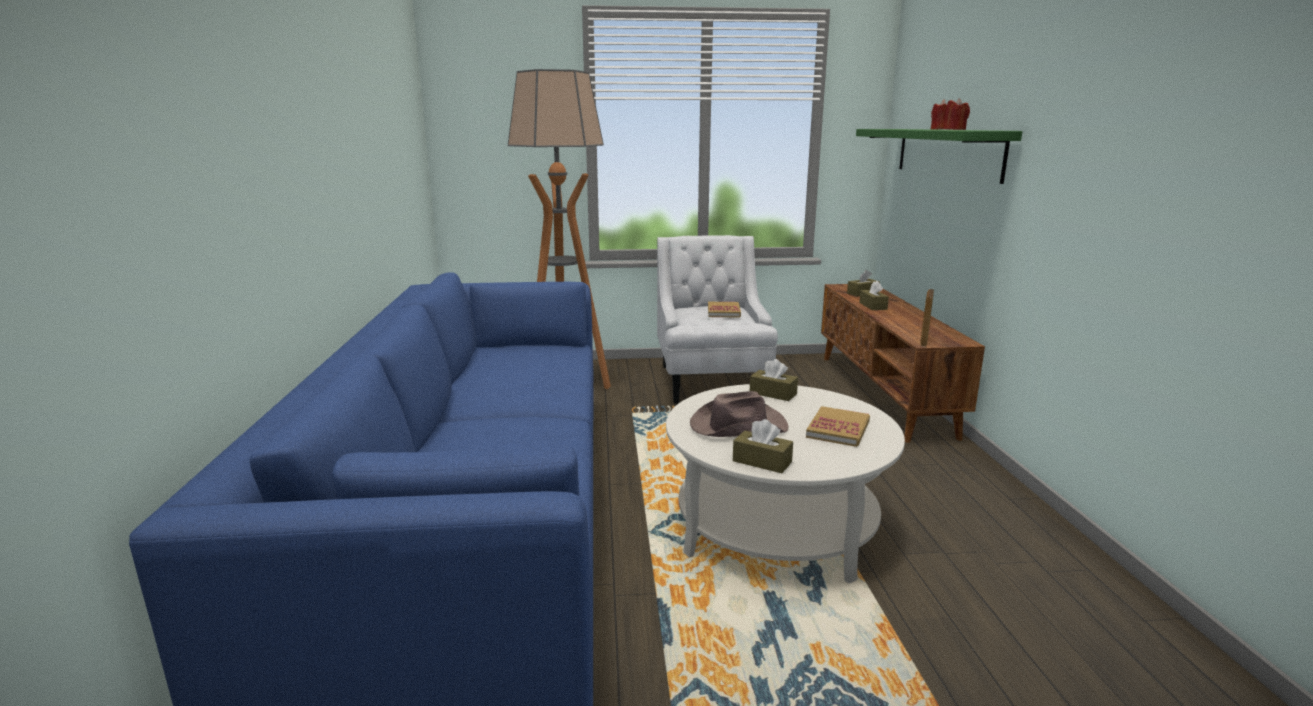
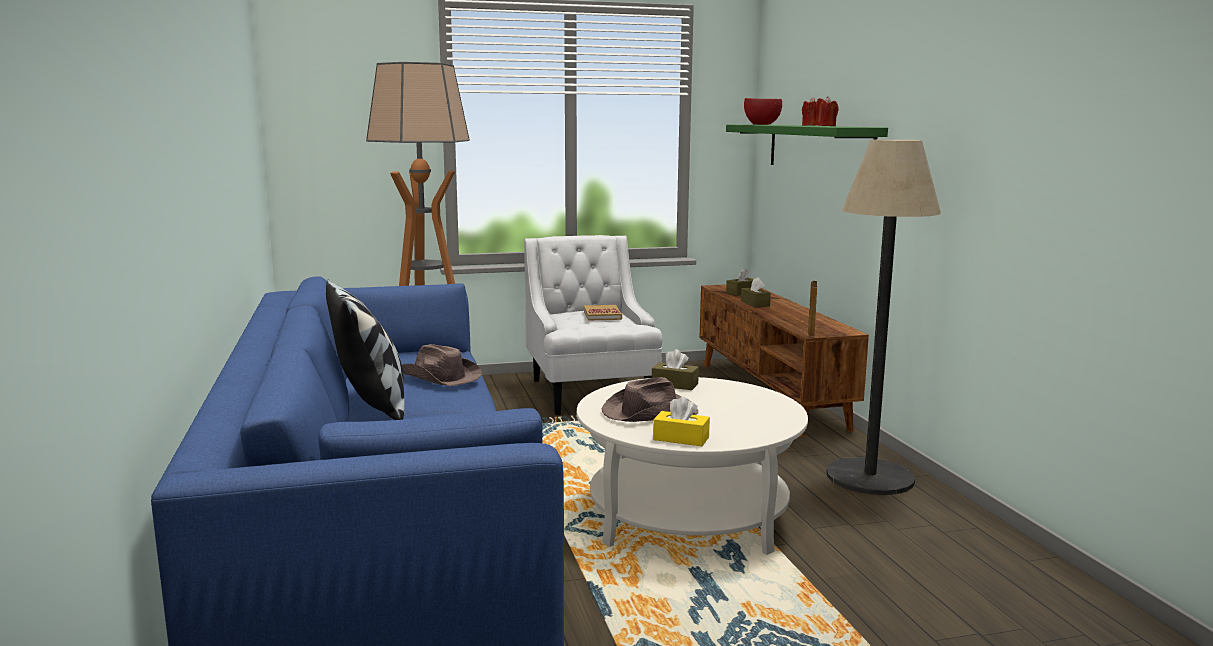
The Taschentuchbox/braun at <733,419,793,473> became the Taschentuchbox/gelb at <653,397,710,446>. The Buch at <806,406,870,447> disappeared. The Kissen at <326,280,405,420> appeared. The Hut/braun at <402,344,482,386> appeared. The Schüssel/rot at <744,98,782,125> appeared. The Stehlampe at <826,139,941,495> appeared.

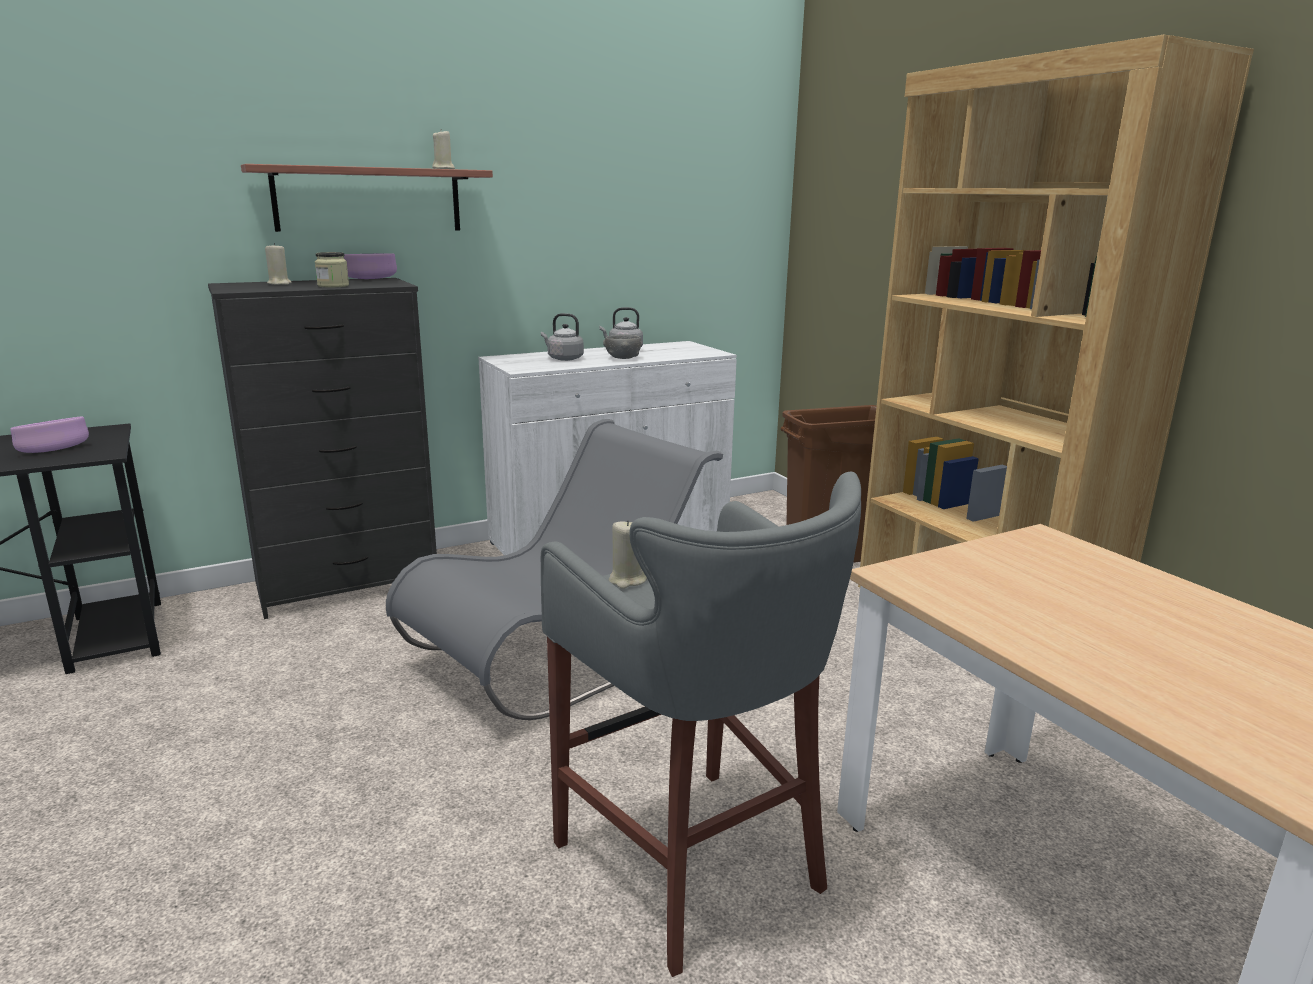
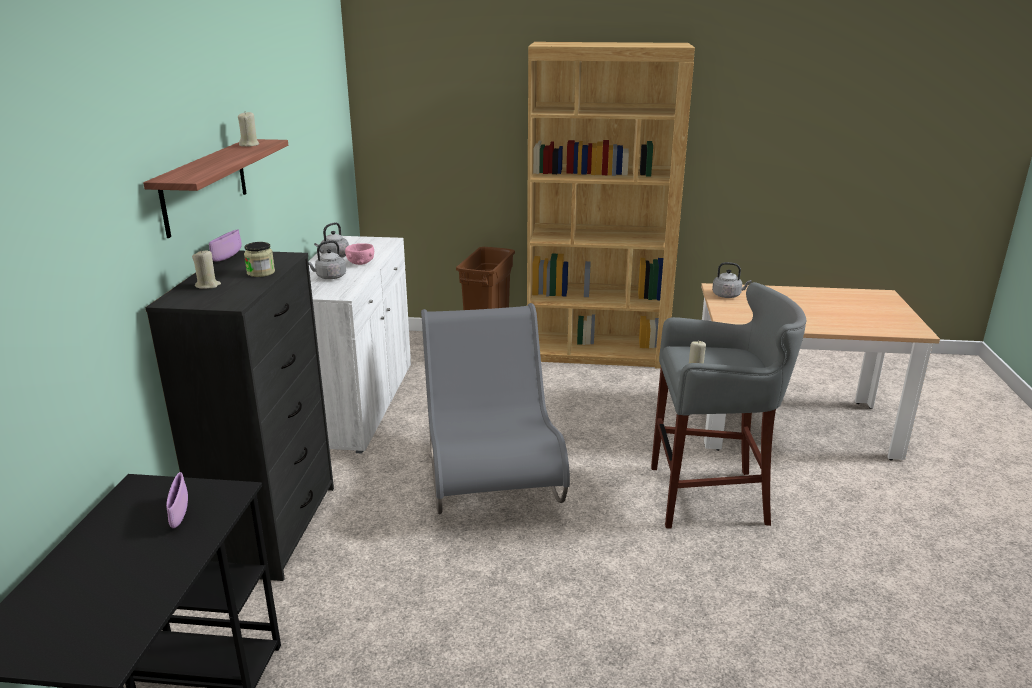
The Schüssel/grau at <603,335,642,359> became the Schüssel/rosa at <345,243,374,265>. The Wasserkessel/grau at <712,262,752,298> appeared.

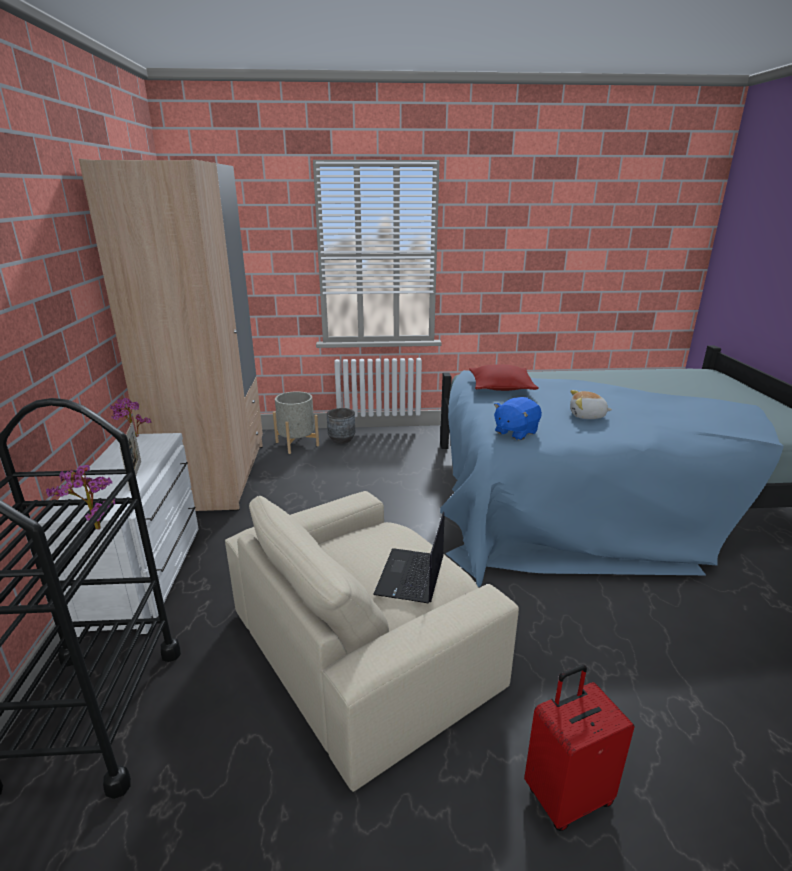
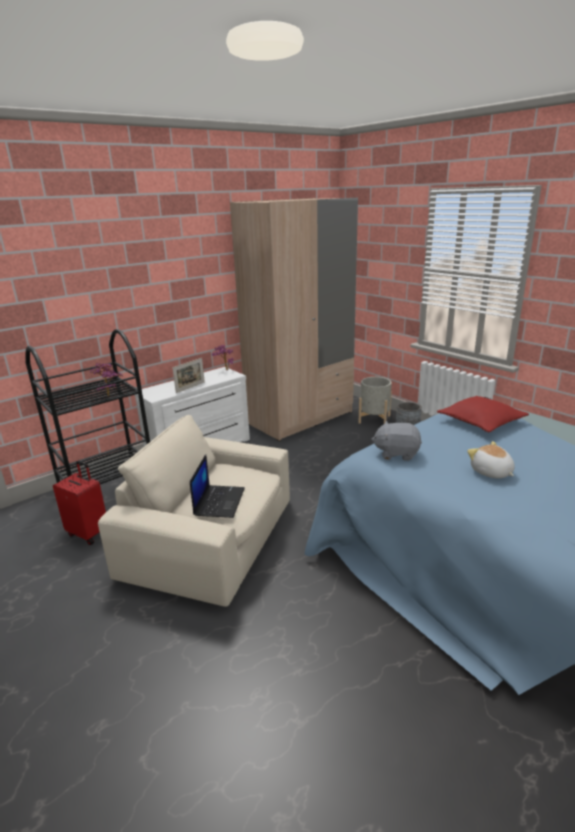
The Laptop at <373,512,444,604> turned 120 degrees clockwise. The Plüschtier/blau at <494,397,542,440> became the Plüschtier/grau at <371,421,422,461>. The Koffer/rot moved from <524,664,634,831> to <53,461,106,545>.

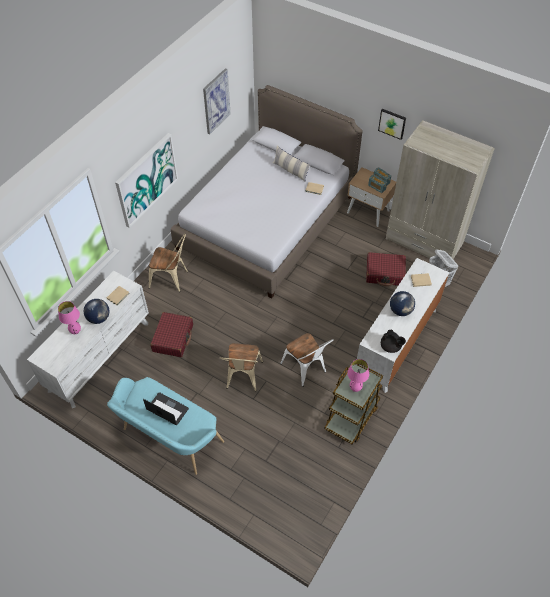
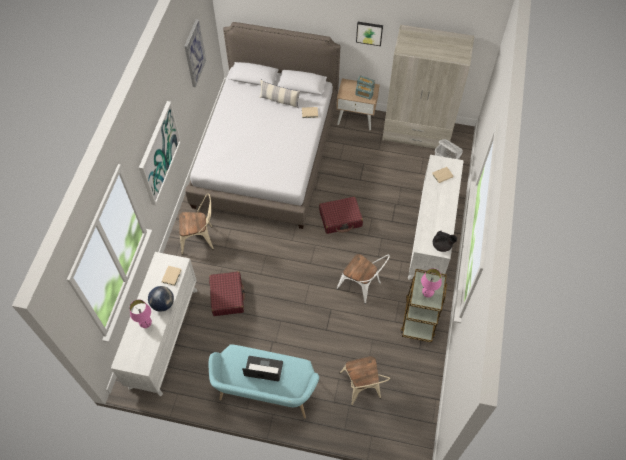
The Stuhl/beige moved from <220,343,263,391> to <340,356,390,405>. The Koffer/rot moved from <366,252,406,286> to <319,197,363,234>. The Globus at <390,291,415,316> disappeared.

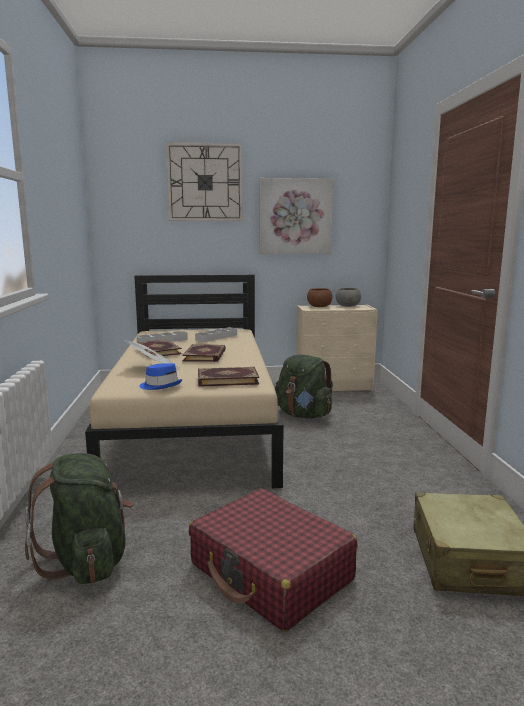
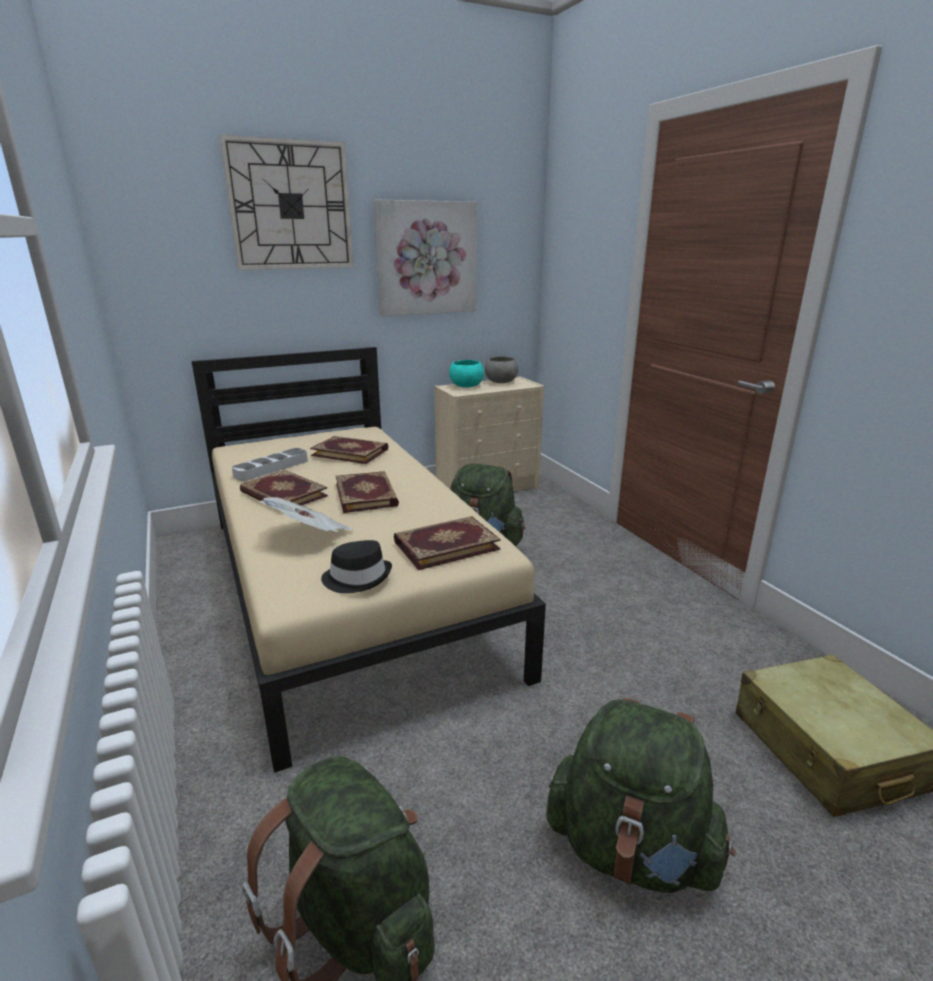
The Hut/blau at <140,363,182,390> became the Hut/schwarz at <321,540,392,593>. The Koffer/rot at <189,488,357,632> was replaced by the Rucksack/grün at <546,698,735,893>. The Tablett/grau at <195,327,237,342> was replaced by the Buch at <310,436,388,464>. The Schüssel/braun at <307,288,332,307> became the Schüssel/türkis at <449,360,484,388>.

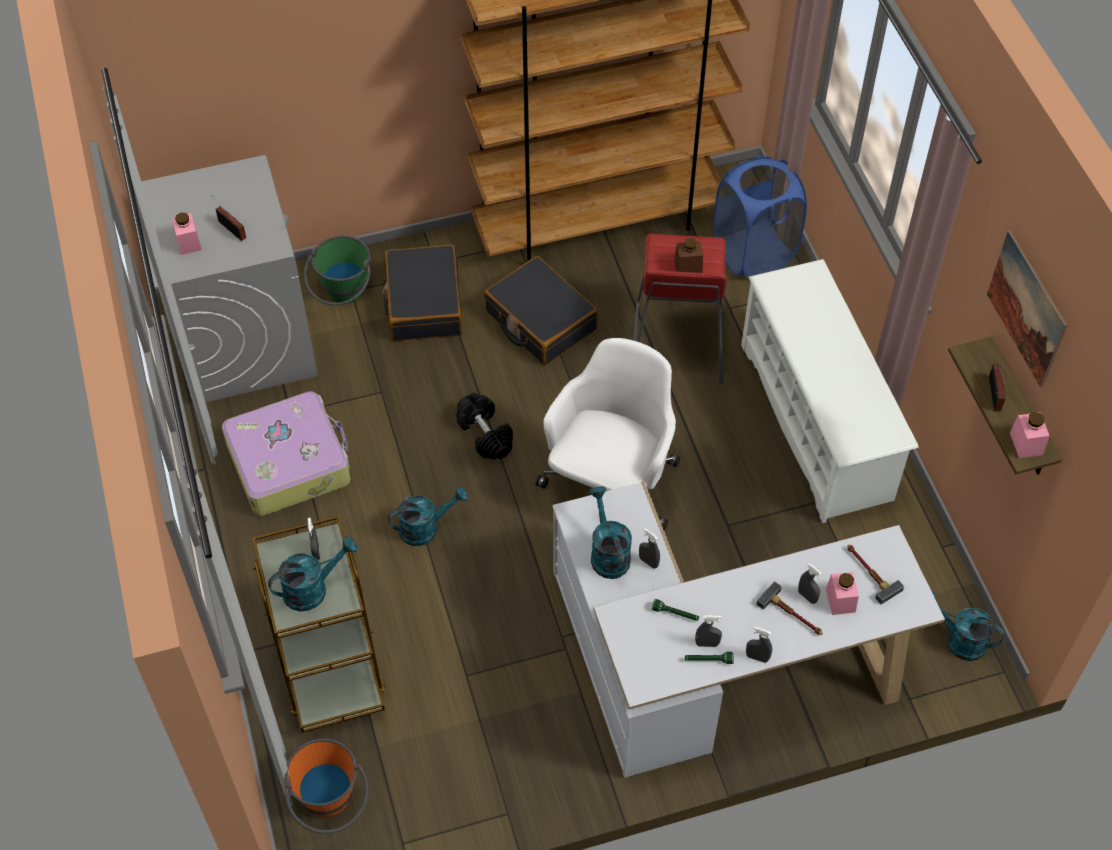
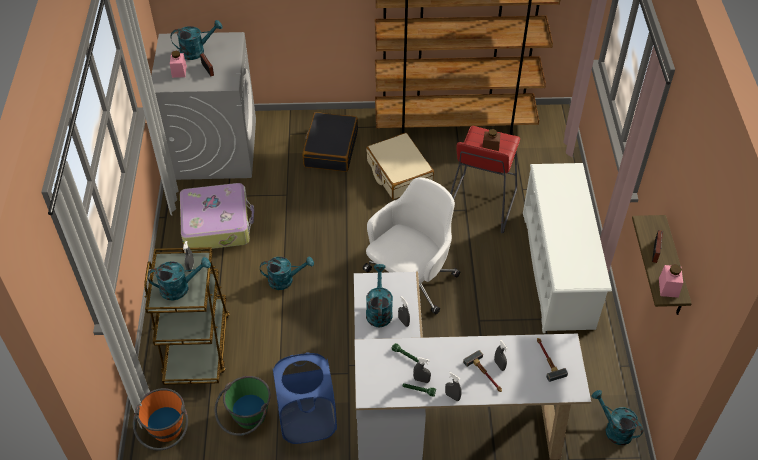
The Eimer/grün moved from <304,235,371,305> to <215,376,271,436>. The Hantel/schwarz at <456,393,513,460> disappeared. The Koffer/schwarz at <484,256,598,365> became the Koffer/beige at <366,133,434,200>. The Wäschekorb/blau moved from <713,156,807,278> to <273,353,337,444>. The Vorratsglas/rosa at <826,572,859,615> disappeared. The Bild at <987,230,1067,387> disappeared. The Gießkanne/türkis at <171,20,223,60> appeared.

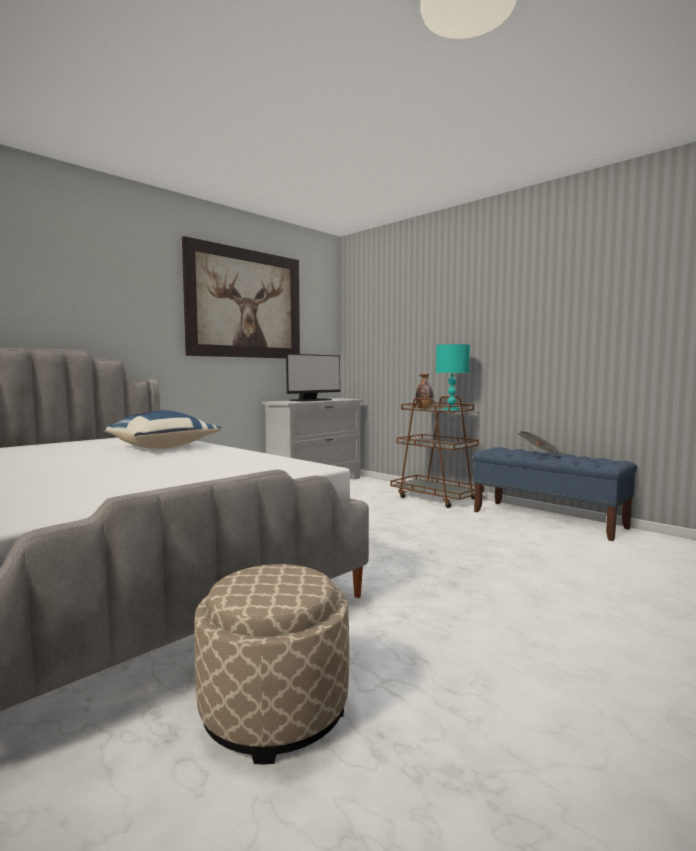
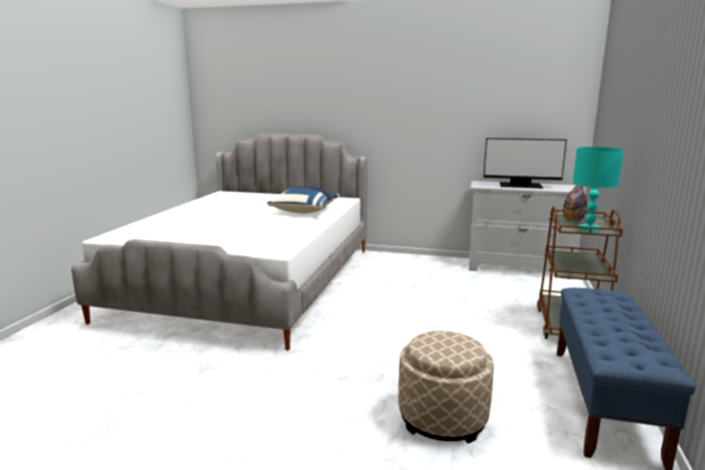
The Bild at <182,236,300,358> disappeared. The Polsterhocker/beige moved from <194,564,349,765> to <398,331,494,443>. The Zeitung at <518,431,563,455> disappeared.

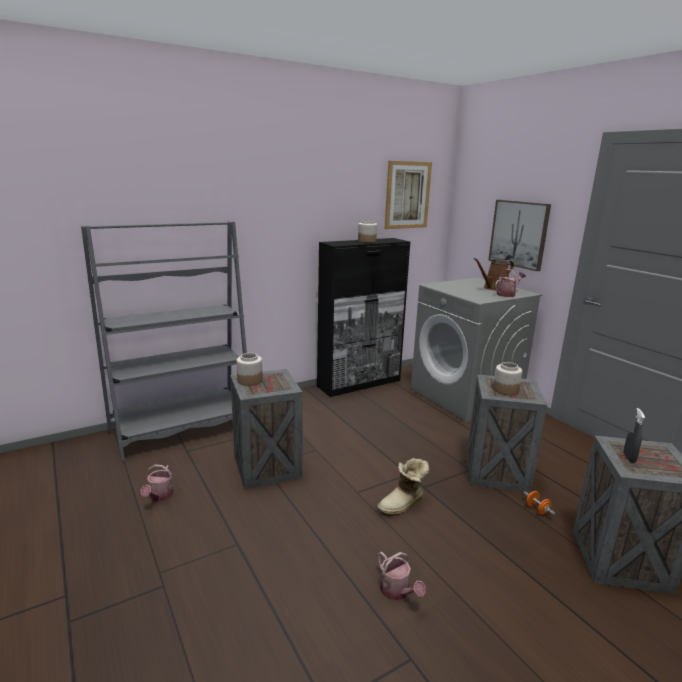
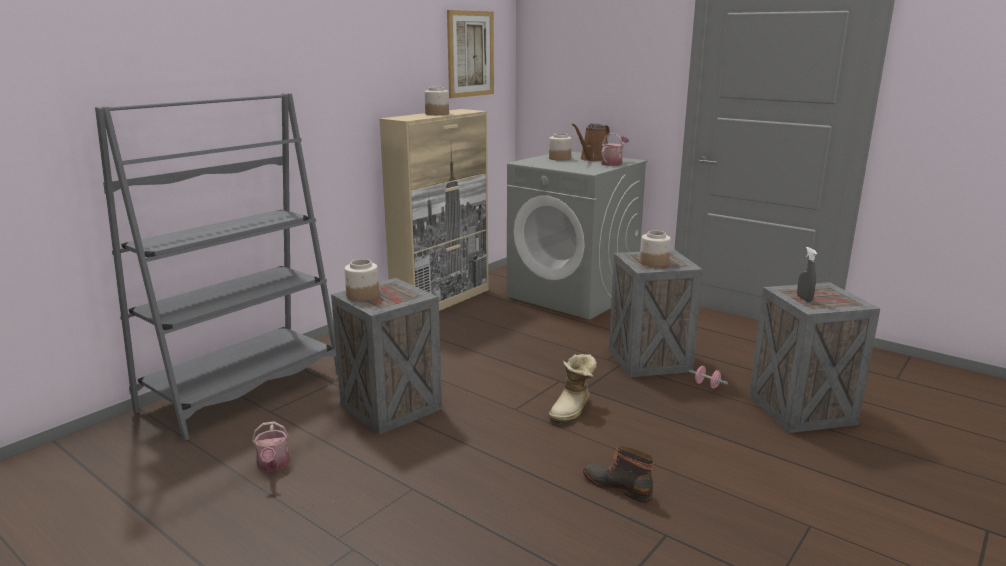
The Schrank/schwarz at <317,238,410,397> became the Schrank/beige at <379,109,488,311>. The Gießkanne at <378,552,426,600> was replaced by the Stiefel at <583,445,654,503>. The Bild at <488,200,551,271> disappeared. The Hantel/orange at <524,491,555,515> became the Hantel/rosa at <689,366,728,389>. The Vorratsglas at <549,133,572,161> appeared.

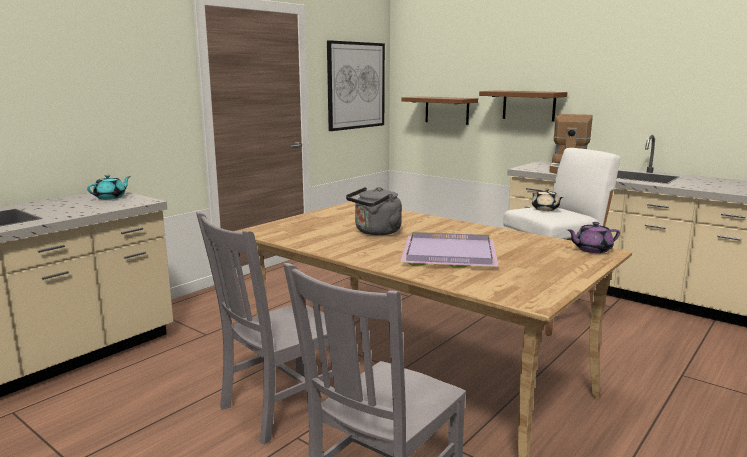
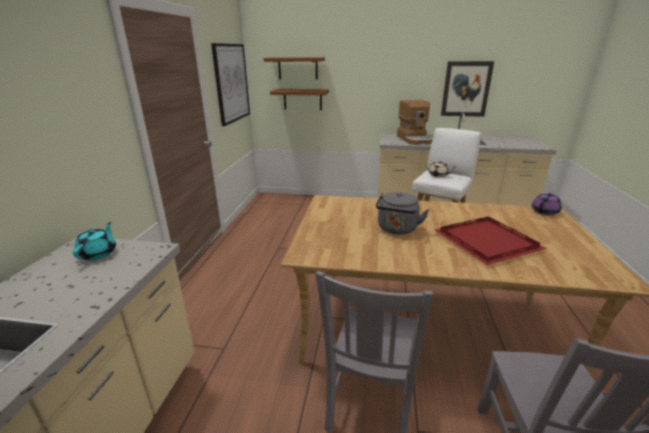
The Tablett/lila at <400,232,499,268> became the Tablett/rot at <435,216,546,265>. The Wandregal/braun moved from <479,90,567,122> to <263,57,325,80>. The Bild at <441,61,494,117> appeared.

